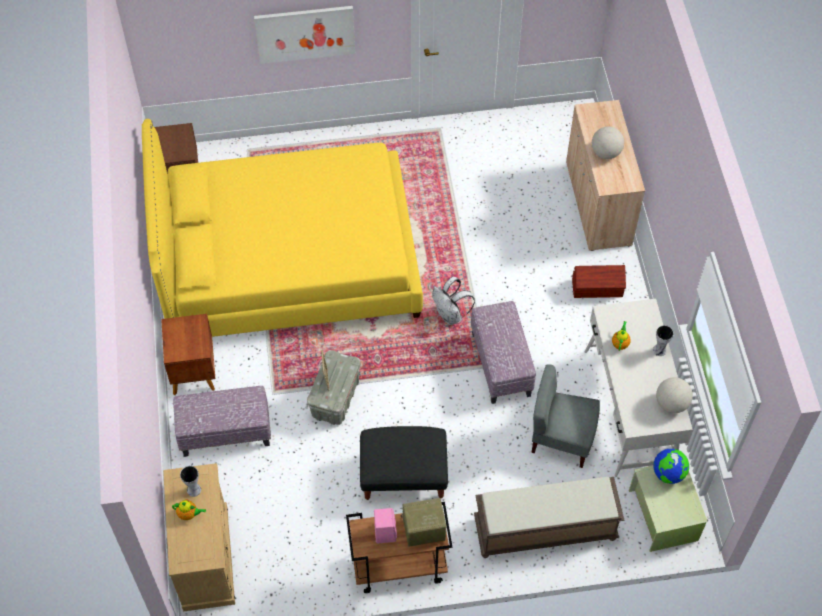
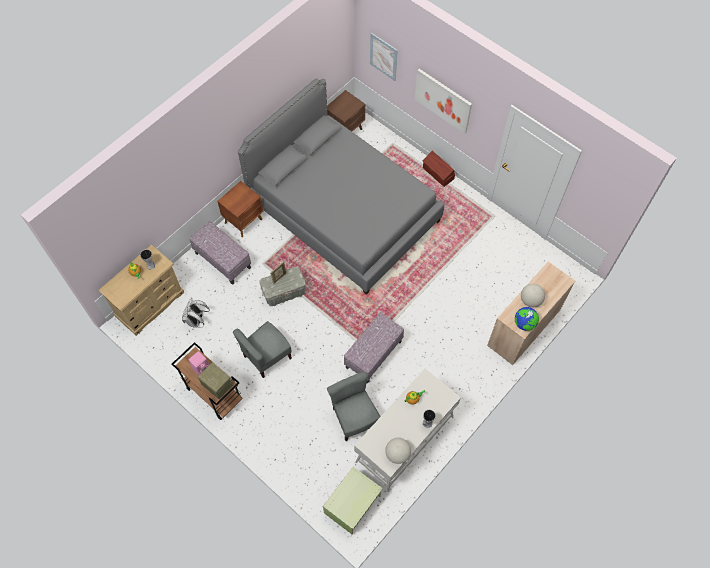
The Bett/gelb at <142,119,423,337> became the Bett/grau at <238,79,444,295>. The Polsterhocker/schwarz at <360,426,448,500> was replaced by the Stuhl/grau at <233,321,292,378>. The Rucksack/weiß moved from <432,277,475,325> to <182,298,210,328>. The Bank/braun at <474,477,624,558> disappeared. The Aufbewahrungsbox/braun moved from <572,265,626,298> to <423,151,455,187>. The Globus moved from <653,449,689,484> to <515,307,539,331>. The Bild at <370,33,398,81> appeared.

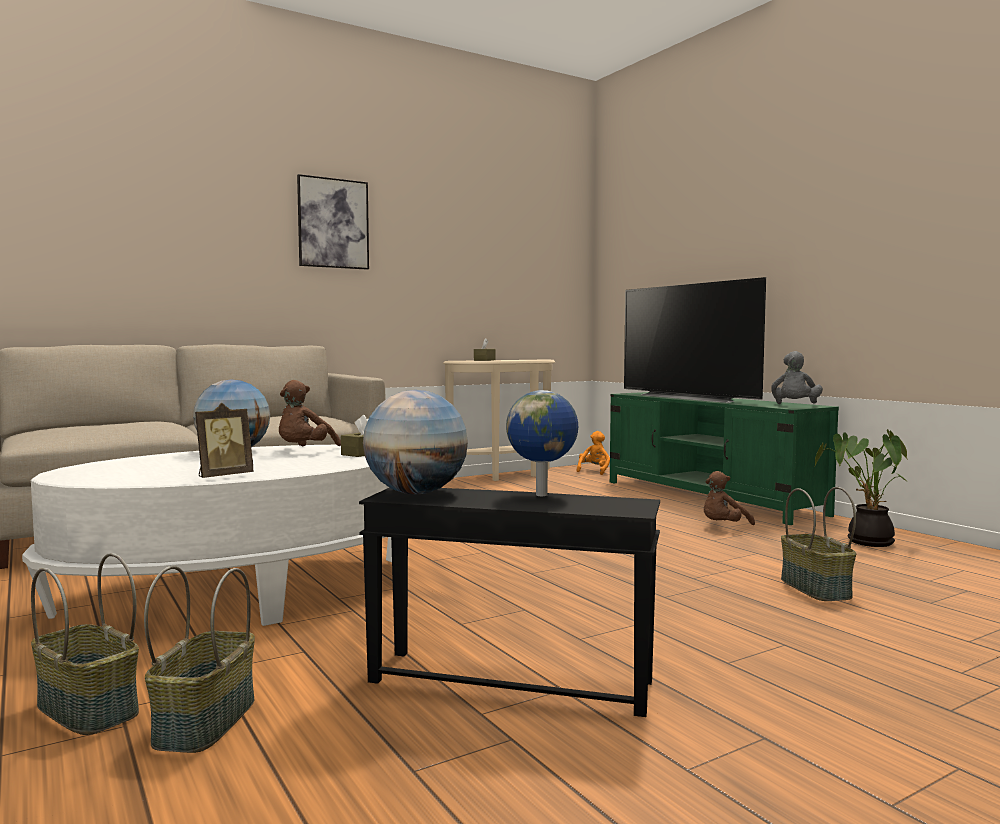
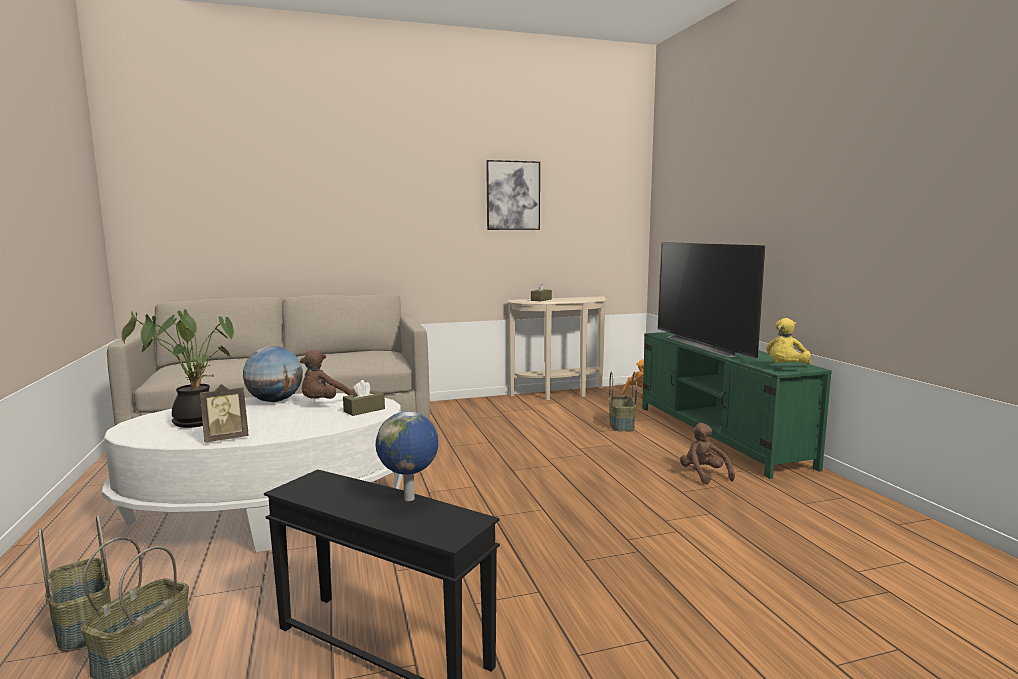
The Bild moved from <297,174,369,270> to <486,160,540,230>. The Globus at <363,390,468,494> disappeared. The Plüschtier/braun at <704,471,755,525> turned 90 degrees clockwise. The Plüschtier/grau at <771,351,823,404> became the Plüschtier/gelb at <766,318,811,365>. The Korb moved from <781,487,856,601> to <609,372,637,431>. The Topfpflanze moved from <815,429,909,547> to <121,309,234,428>.

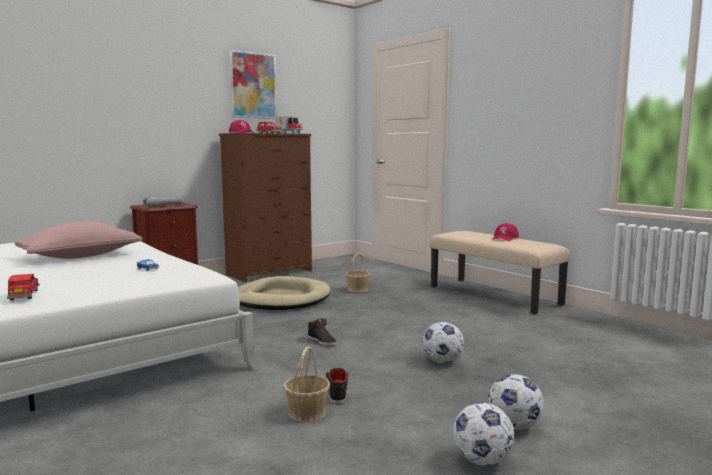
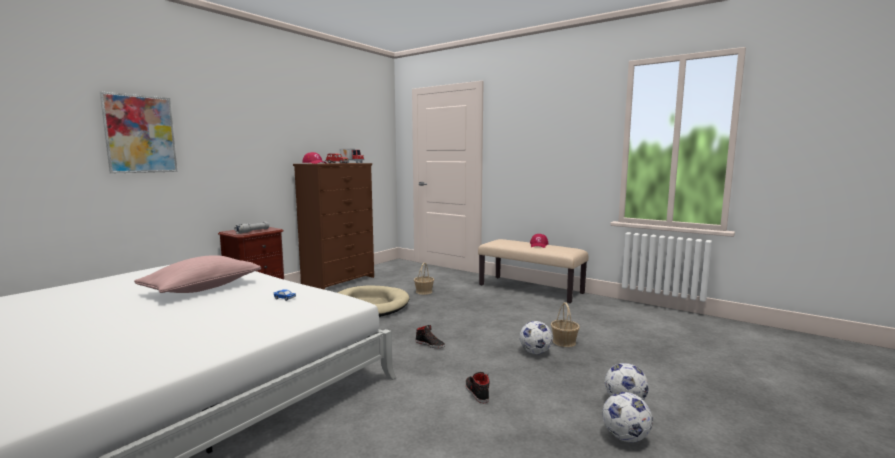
The Spielzeugauto/rot at <7,274,40,301> disappeared. The Bild moved from <230,50,277,119> to <100,92,177,174>. The Korb moved from <283,346,330,422> to <551,302,580,347>.

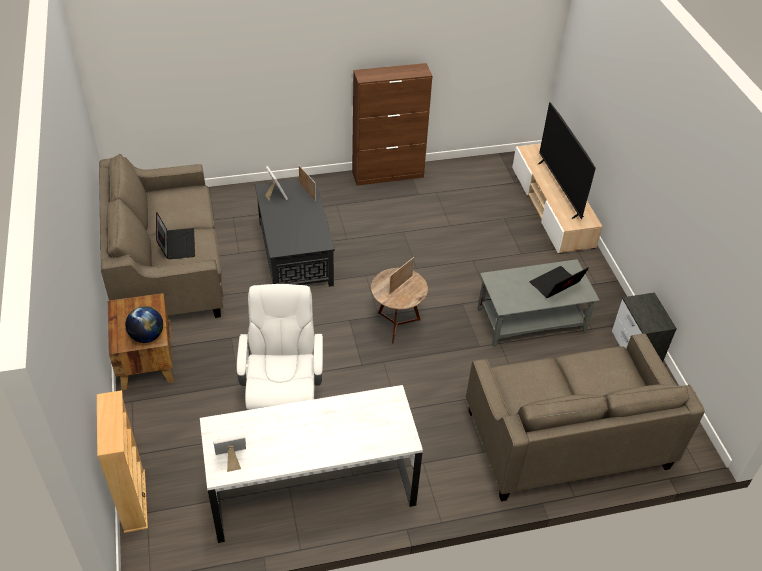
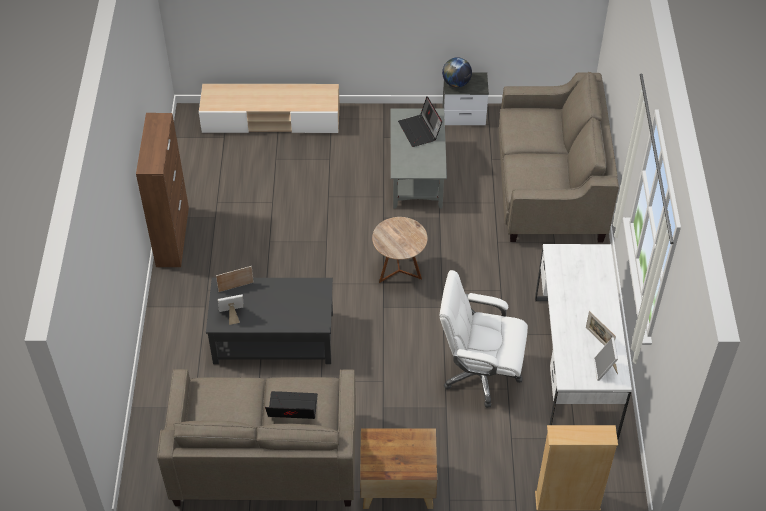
The Globus moved from <125,306,163,343> to <442,57,472,88>. The Bilderrahmen moved from <389,257,414,295> to <586,311,616,346>. The Fernseher at <538,102,596,220> disappeared.

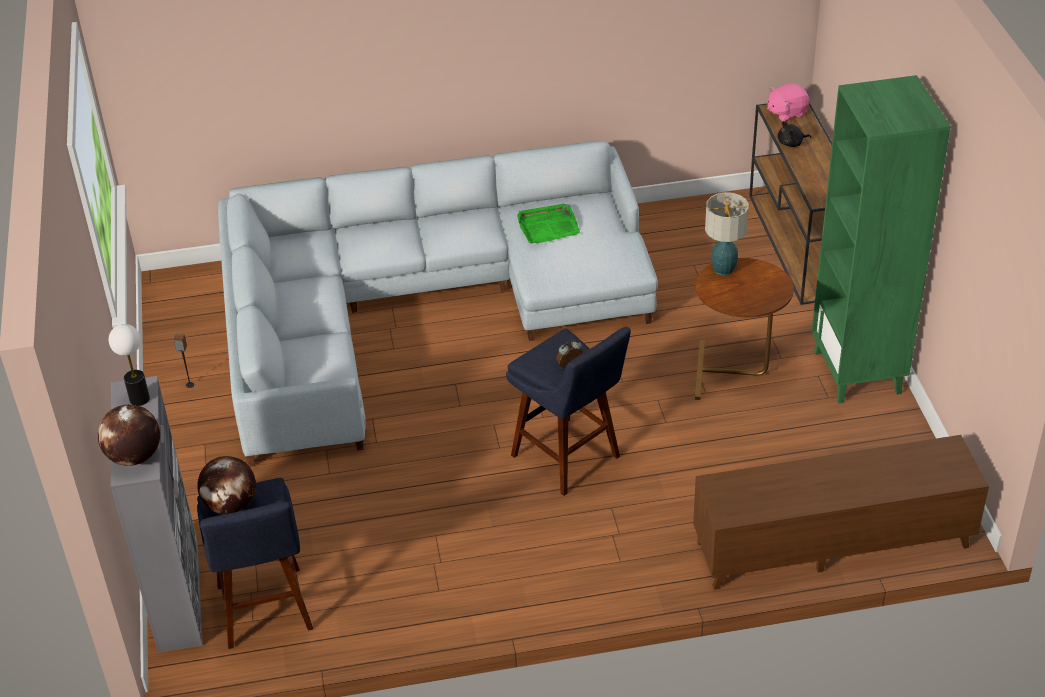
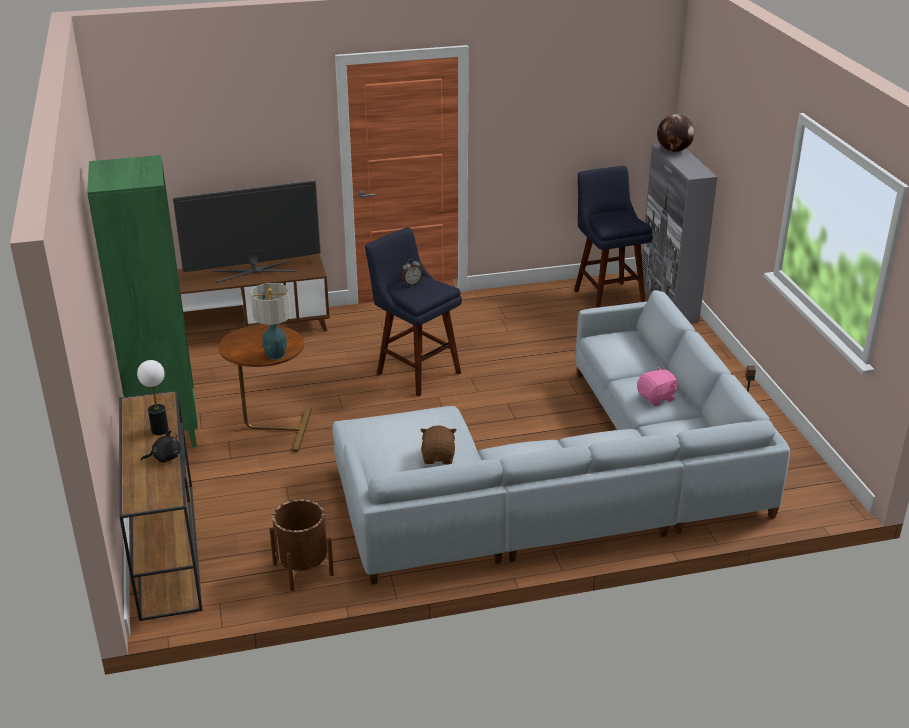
The Tischlampe moved from <109,324,150,406> to <137,360,169,435>. The Globus at <197,456,256,514> disappeared. The Tablett/grün at <517,204,580,244> was replaced by the Plüschtier/braun at <420,425,457,464>. The Plüschtier/rosa moved from <767,83,809,122> to <637,367,678,406>. The Fernseher at <173,180,321,283> appeared. The Pflanzkübel/braun at <269,499,334,591> appeared.

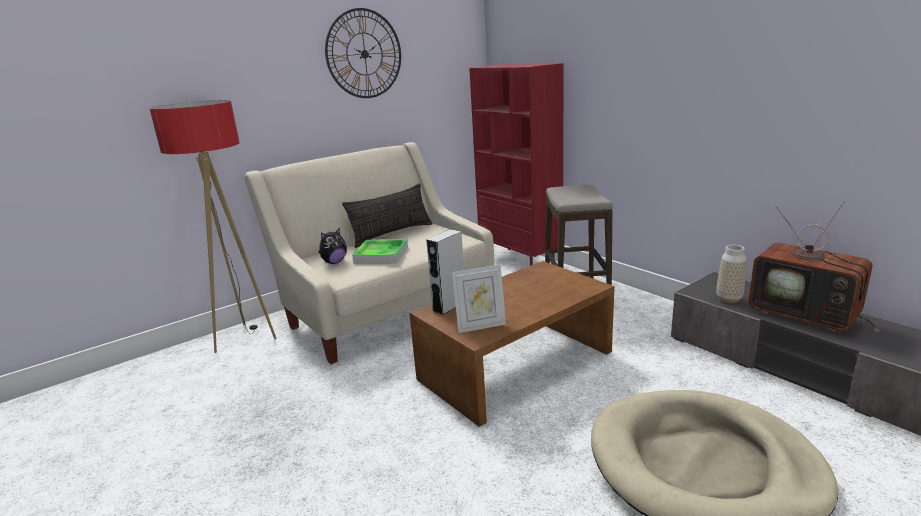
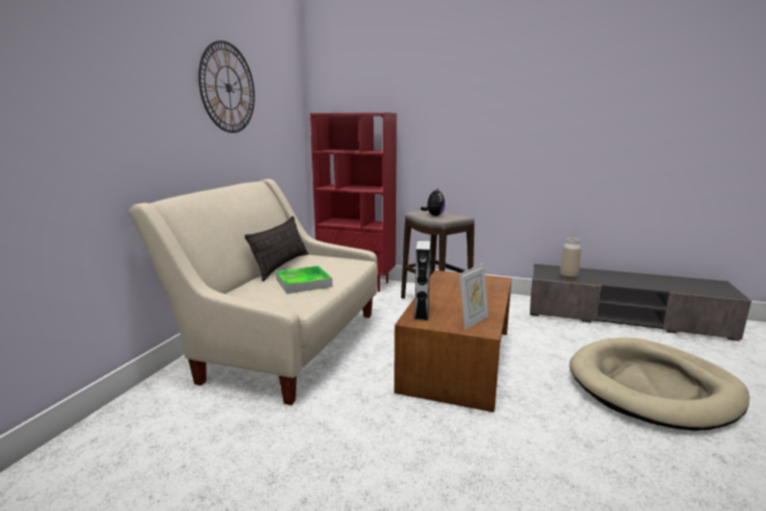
The Stehlampe at <149,100,276,353> disappeared. The Plüschtier moved from <318,227,347,264> to <421,187,445,216>. The Fernseher at <748,201,880,332> disappeared.

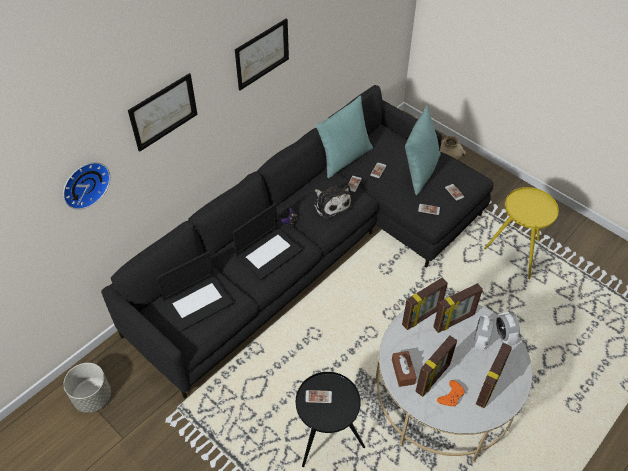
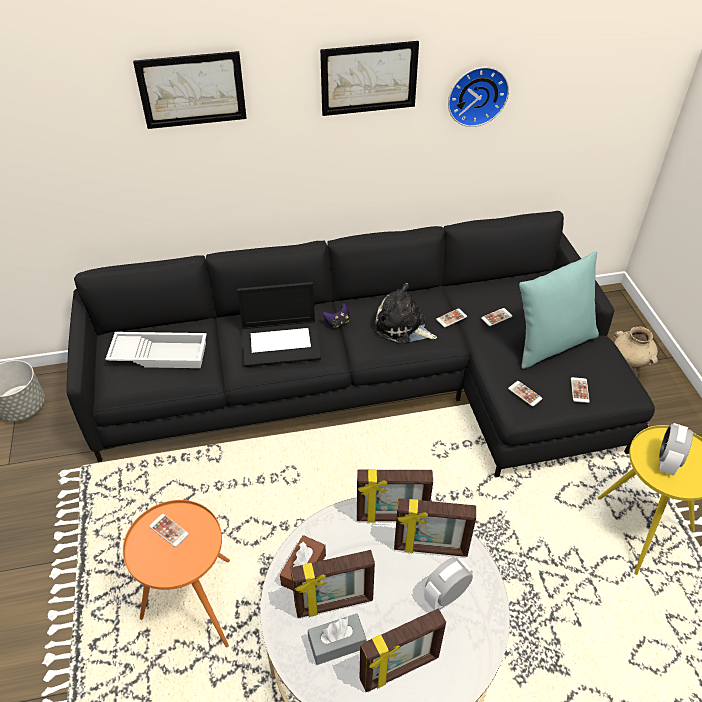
The Wanduhr moved from <63,162,110,210> to <448,67,509,127>. The Laptop at <156,251,233,331> was replaced by the Tablett/weiß at <105,332,207,368>. The Beistelltisch/schwarz at <296,372,365,467> became the Beistelltisch/orange at <123,500,230,648>. The Plüschtier at <313,185,352,219> turned 120 degrees clockwise. The Kissen/türkis at <316,96,373,178> disappeared. The Gamepad/orange at <437,380,464,407> was replaced by the Taschentuchbox/grau at <308,613,366,665>. The Wecker moved from <496,312,520,346> to <659,423,693,476>.

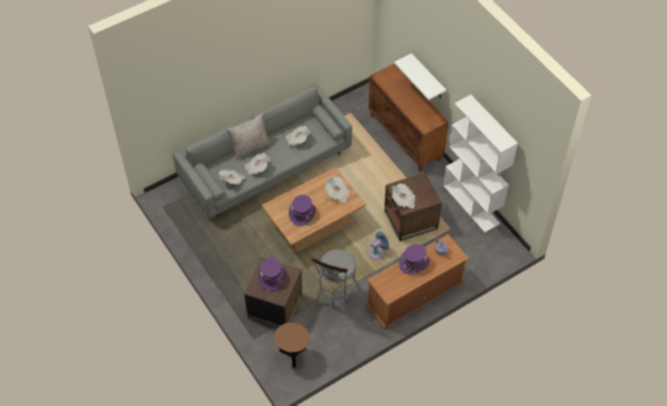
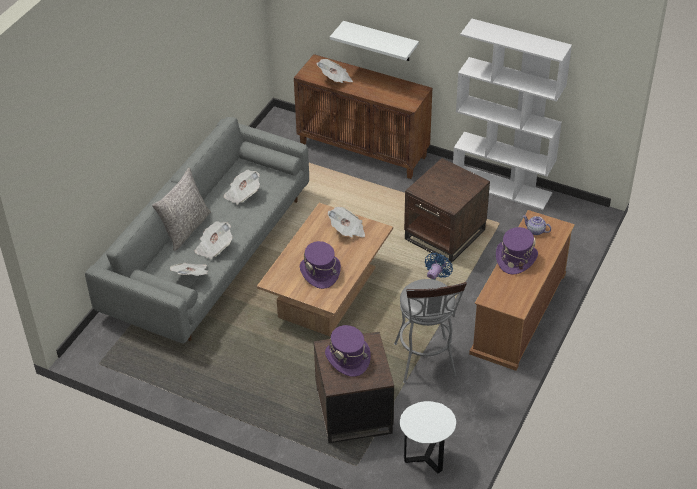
The Beistelltisch/braun at <274,323,310,368> became the Beistelltisch/weiß at <400,401,456,473>. The Zeitung moved from <392,184,416,209> to <316,59,353,83>.

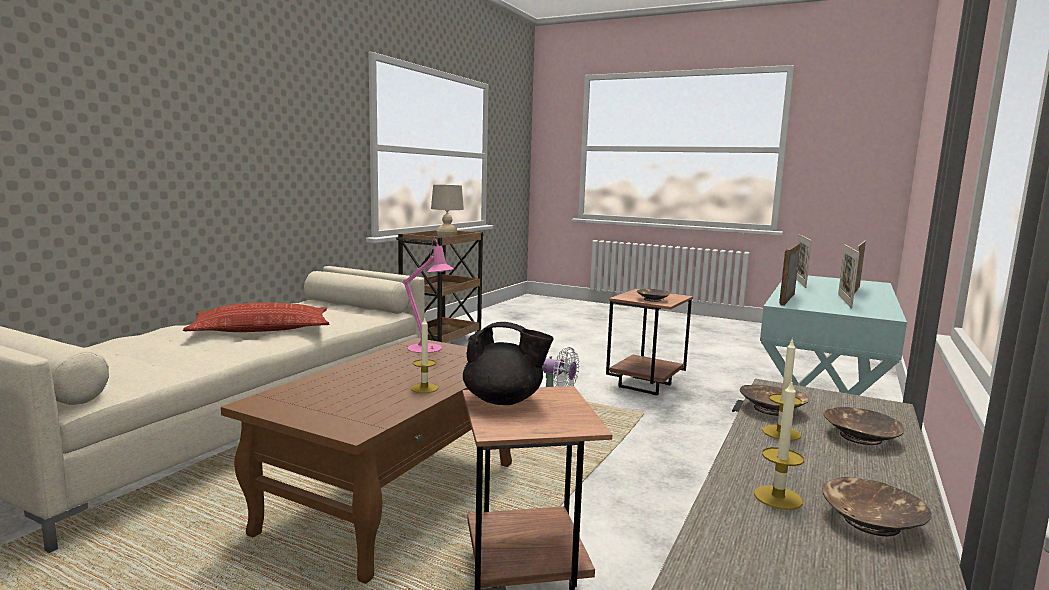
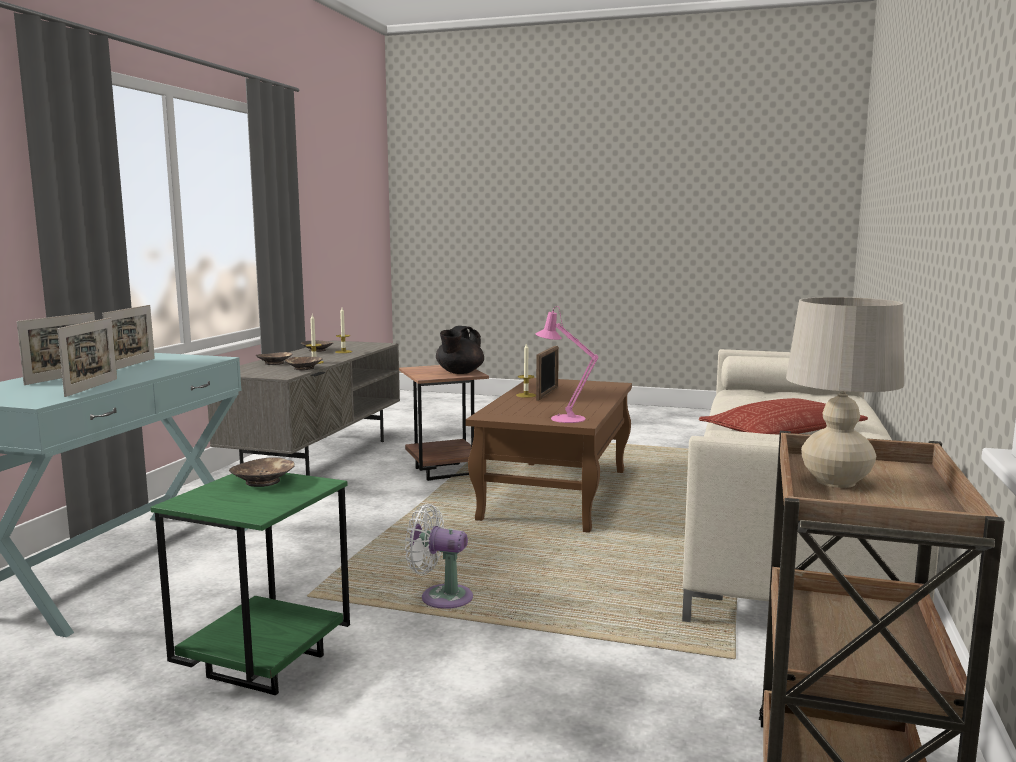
The Teekanne/schwarz at <463,322,554,405> turned 60 degrees counterclockwise. The Beistelltisch/braun at <606,289,693,395> became the Beistelltisch/grün at <150,473,350,695>. The Bilderrahmen moved from <779,244,800,306> to <536,346,559,401>.

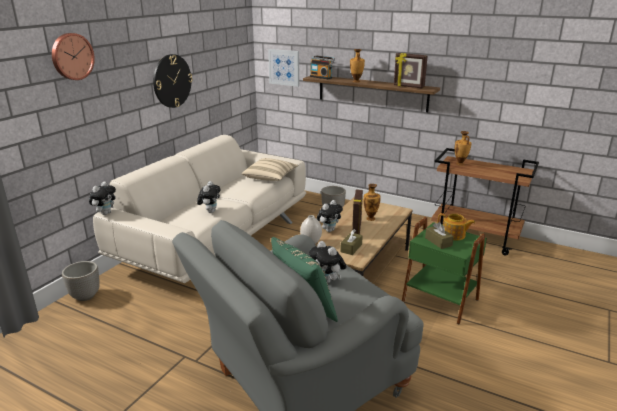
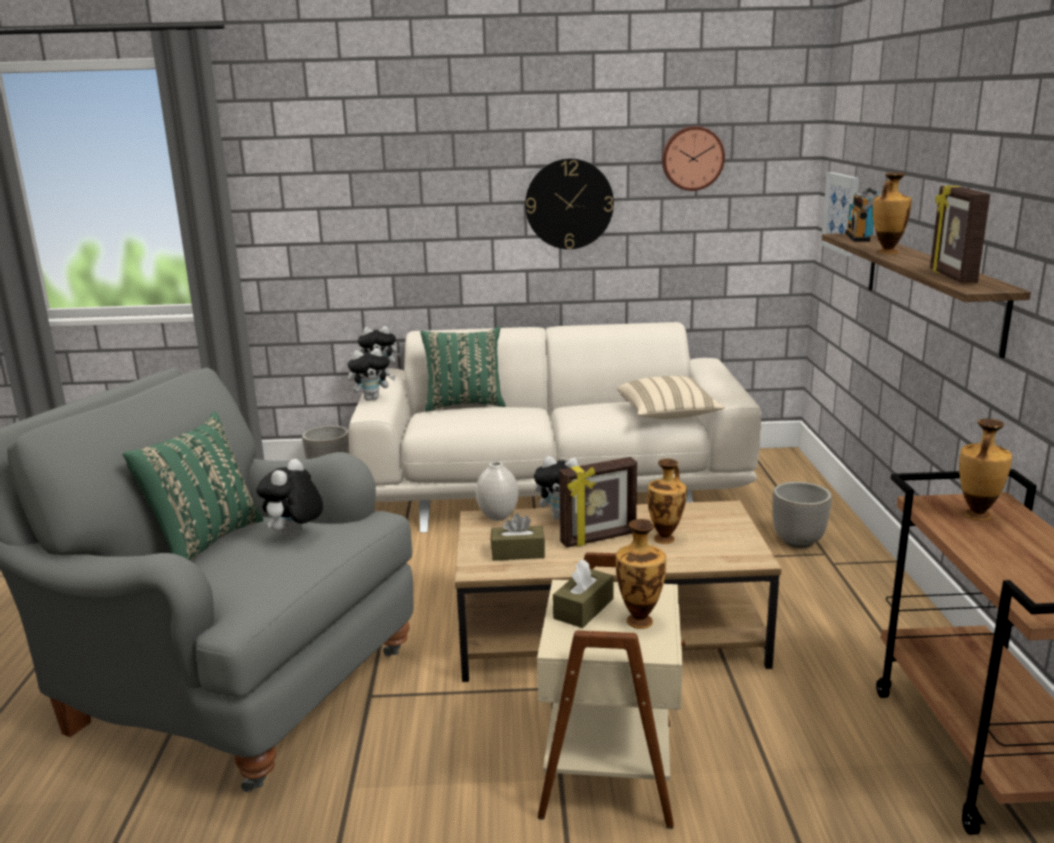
The Wanduhr moved from <52,33,95,80> to <662,126,725,191>. The Plüschtier moved from <197,181,220,213> to <348,348,396,401>. The Beistelltisch/grün at <402,217,487,325> became the Beistelltisch/beige at <537,552,685,829>. The Teekanne at <437,213,475,240> was replaced by the Vase at <616,519,666,629>. The Kissen/grün at <420,326,506,412> appeared.

